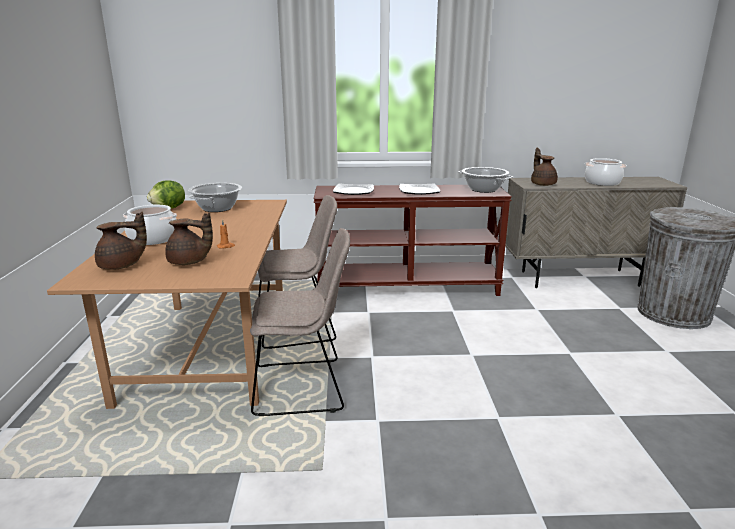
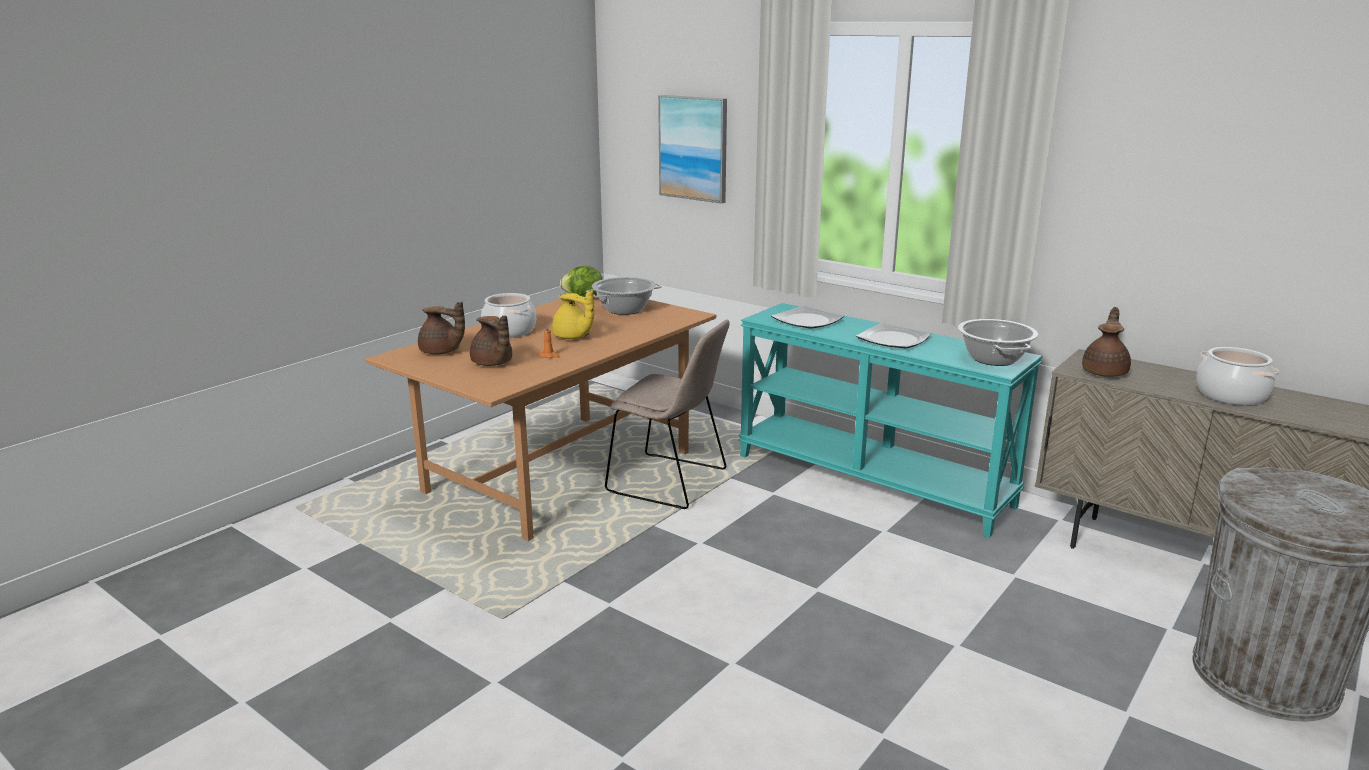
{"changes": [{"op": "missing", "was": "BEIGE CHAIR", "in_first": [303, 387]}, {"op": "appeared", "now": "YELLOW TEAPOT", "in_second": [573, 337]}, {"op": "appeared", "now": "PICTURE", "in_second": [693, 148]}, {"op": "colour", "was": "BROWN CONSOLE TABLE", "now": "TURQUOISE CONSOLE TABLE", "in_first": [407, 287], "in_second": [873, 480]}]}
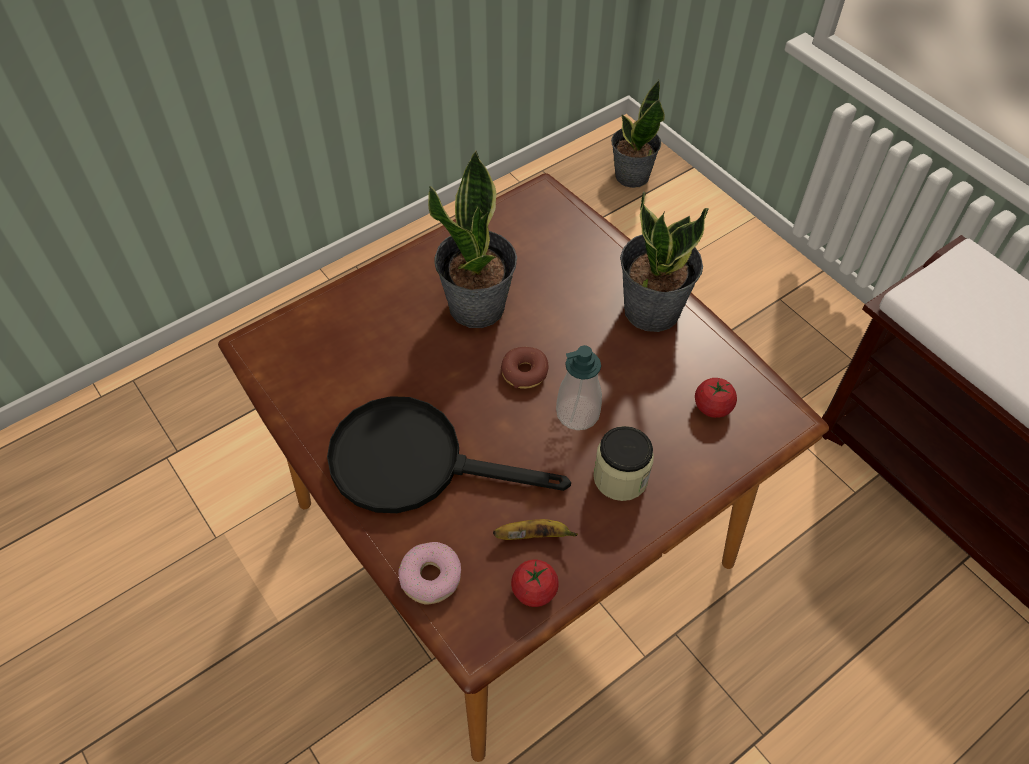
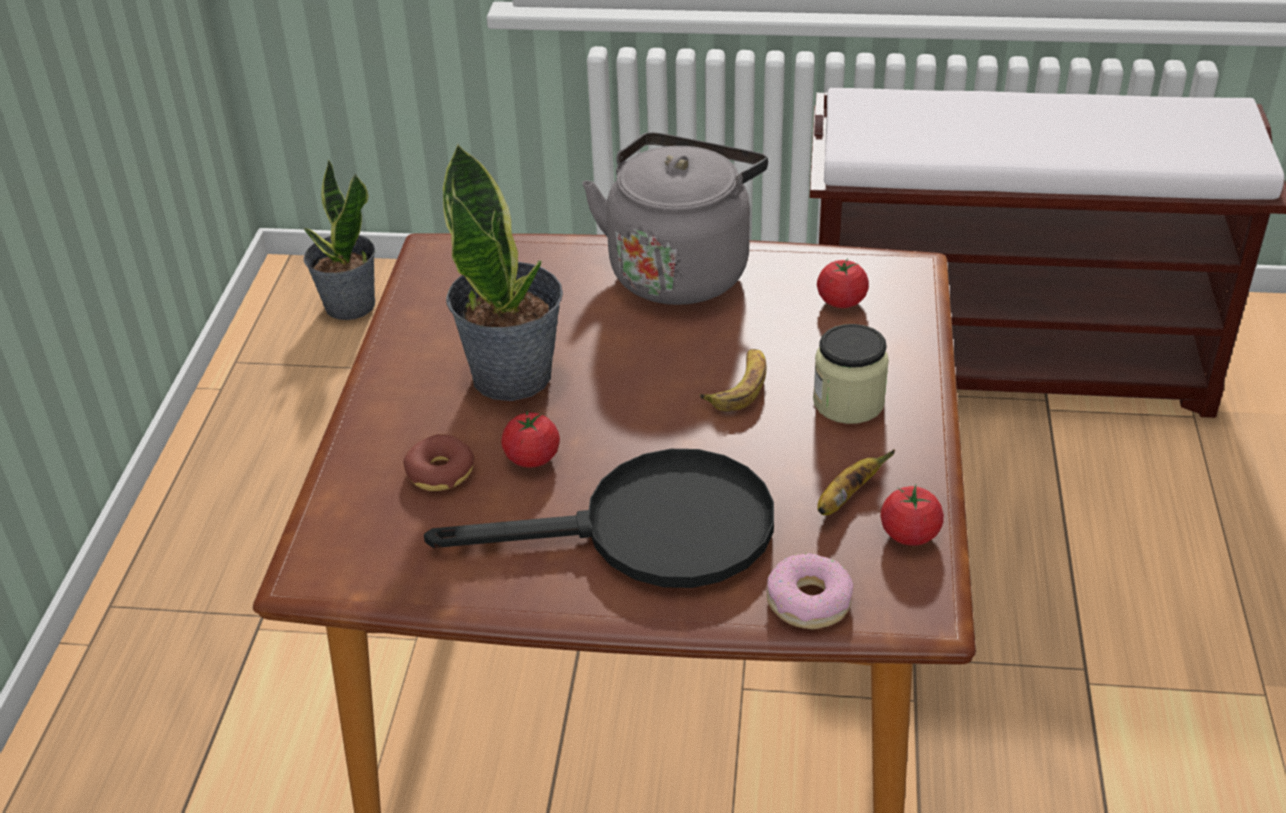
{"changes": [{"op": "appeared", "now": "TOMATO", "in_second": [532, 458]}, {"op": "relocated", "was": "DONUT", "in_first": [524, 372], "in_second": [440, 472]}, {"op": "exchanged", "was": "SOAP DISPENSER", "now": "BANANA", "in_first": [577, 413], "in_second": [739, 386]}, {"op": "exchanged", "was": "POTTED PLANT", "now": "GREY KETTLE", "in_first": [651, 309], "in_second": [681, 269]}, {"op": "spun", "was": "BLACK FRYING PAN", "in_first": [415, 462], "in_second": [651, 532], "clockwise": -150}]}
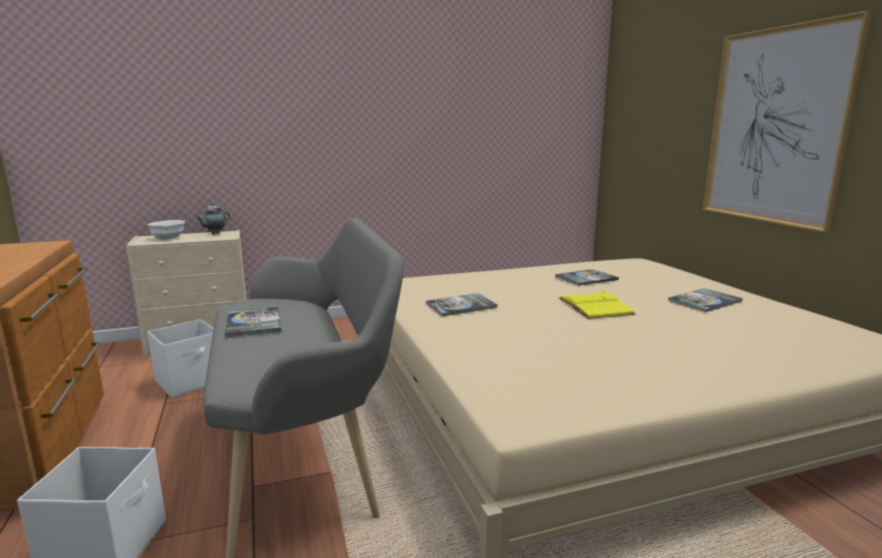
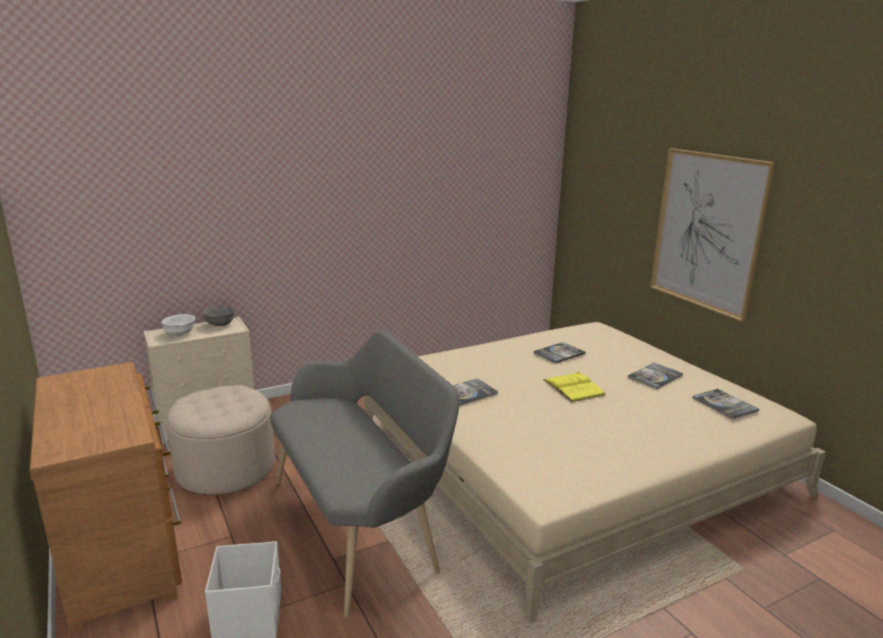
{"changes": [{"op": "relocated", "was": "BOOK", "in_first": [254, 323], "in_second": [724, 404]}, {"op": "exchanged", "was": "WHITE STORAGE BOX", "now": "BEIGE OTTOMAN", "in_first": [191, 381], "in_second": [226, 468]}, {"op": "exchanged", "was": "TEAPOT", "now": "GREY BOWL", "in_first": [214, 234], "in_second": [219, 324]}]}
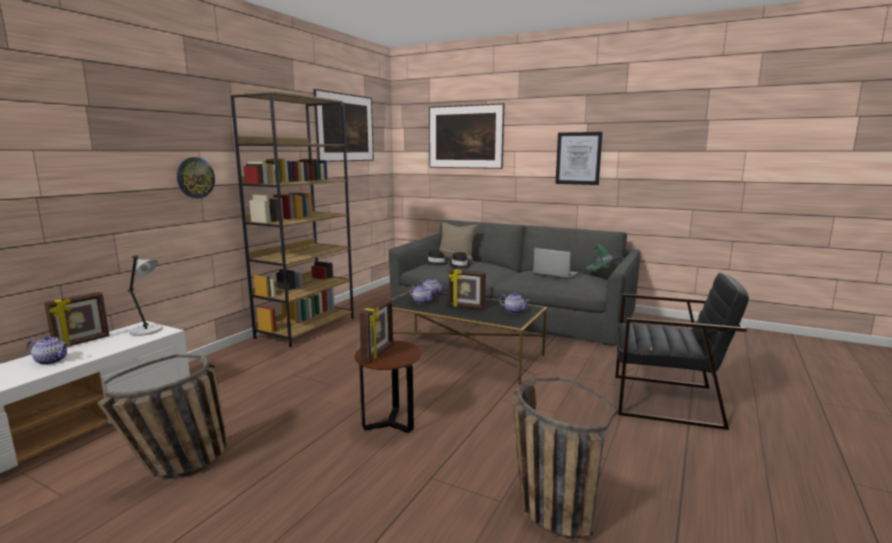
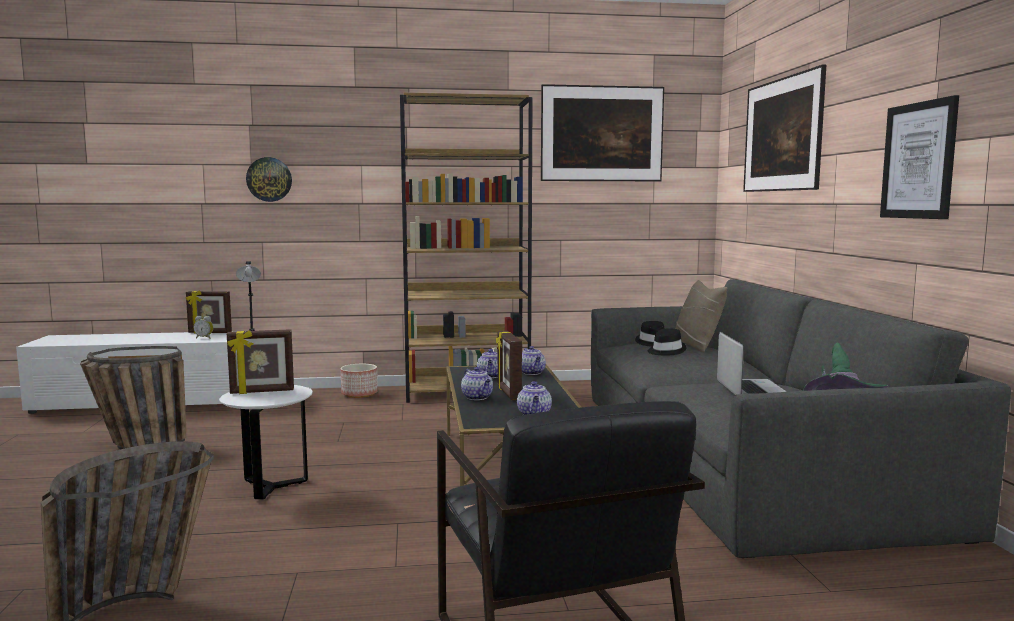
{"changes": [{"op": "appeared", "now": "ALARM CLOCK", "in_second": [204, 338]}, {"op": "appeared", "now": "PLANTER", "in_second": [360, 394]}, {"op": "relocated", "was": "TEAPOT", "in_first": [52, 361], "in_second": [477, 397]}, {"op": "relocated", "was": "WALL CLOCK", "in_first": [195, 177], "in_second": [269, 179]}, {"op": "colour", "was": "BROWN SIDE TABLE", "now": "WHITE SIDE TABLE", "in_first": [390, 424], "in_second": [271, 487]}]}
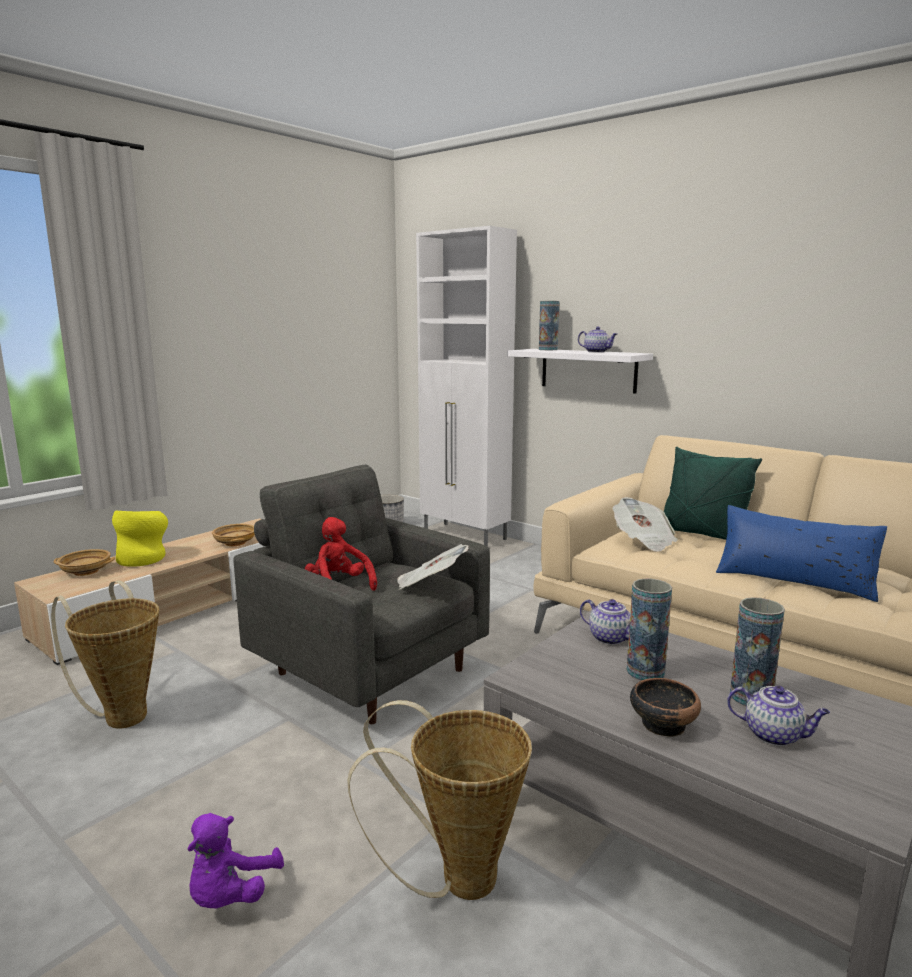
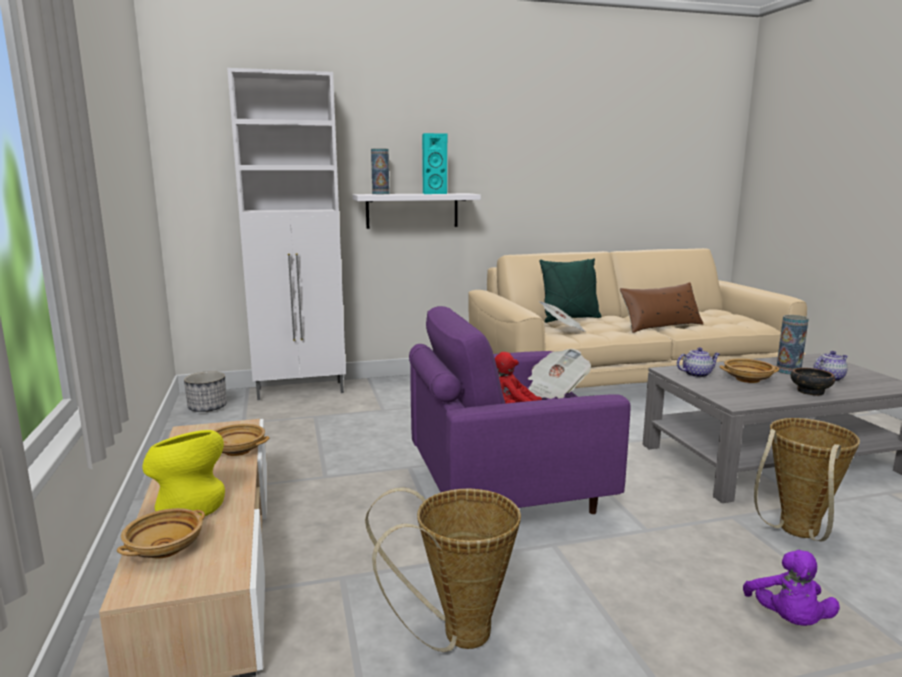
{"changes": [{"op": "exchanged", "was": "TEAPOT", "now": "TURQUOISE SPEAKER", "in_first": [597, 352], "in_second": [433, 193]}, {"op": "exchanged", "was": "VASE", "now": "BEIGE BOWL", "in_first": [645, 672], "in_second": [747, 379]}, {"op": "colour", "was": "GREY ARMCHAIR", "now": "PURPLE ARMCHAIR", "in_first": [368, 669], "in_second": [505, 493]}, {"op": "colour", "was": "BLUE PILLOW", "now": "BROWN PILLOW", "in_first": [794, 580], "in_second": [660, 326]}, {"op": "spun", "was": "PURPLE PLUSH TOY", "in_first": [230, 895], "in_second": [787, 620], "clockwise": 45}]}
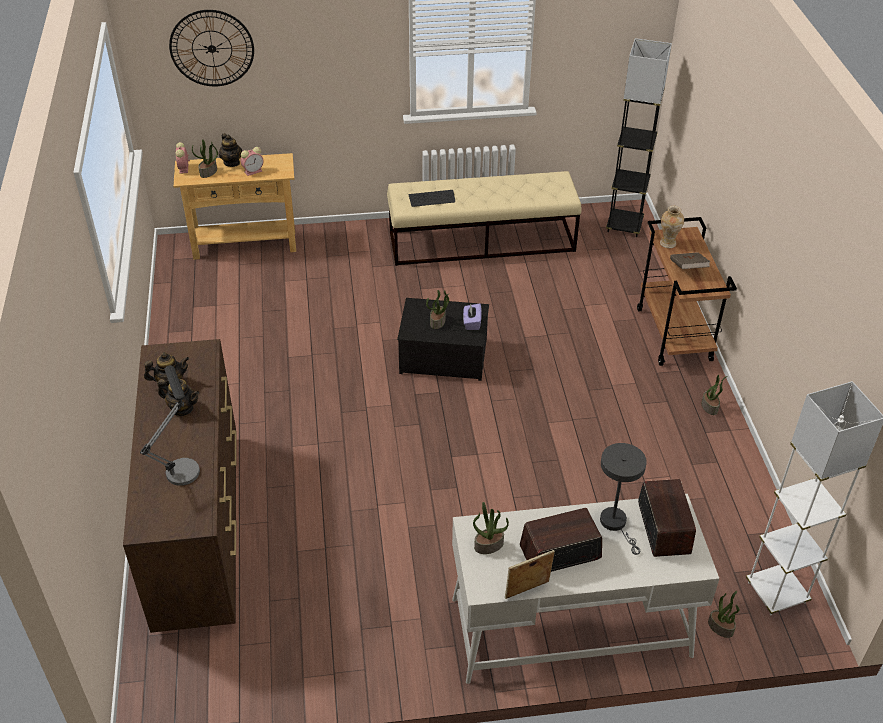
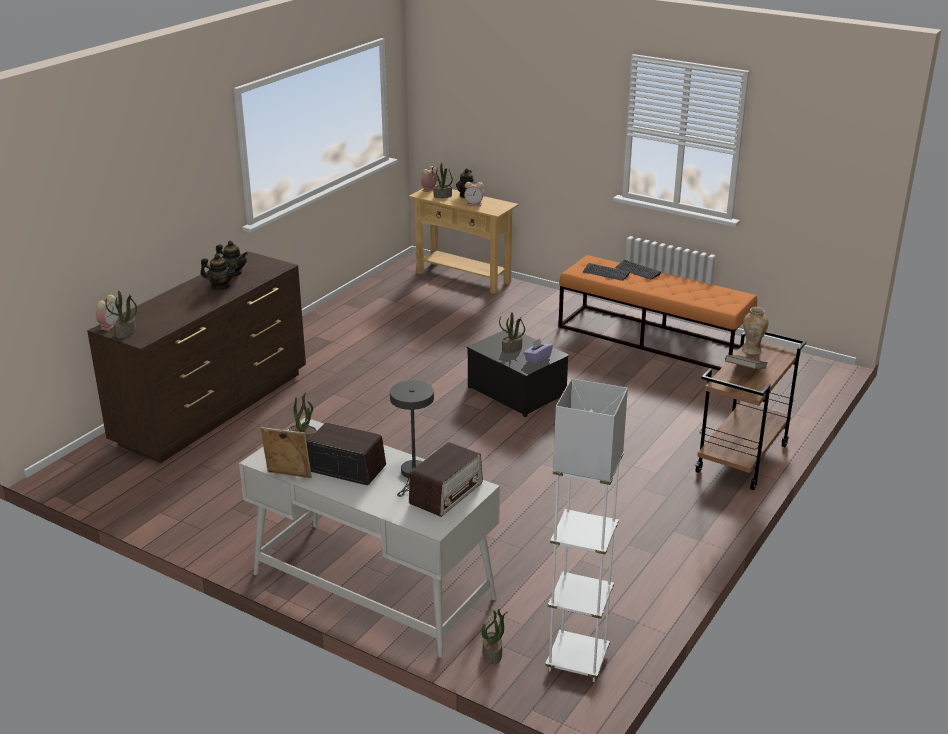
{"changes": [{"op": "missing", "was": "TABLE LAMP", "in_first": [182, 464]}, {"op": "missing", "was": "WALL CLOCK", "in_first": [212, 48]}, {"op": "missing", "was": "BLACK FLOOR LAMP", "in_first": [624, 226]}, {"op": "appeared", "now": "ALARM CLOCK", "in_second": [110, 325]}, {"op": "appeared", "now": "KEYBOARD", "in_second": [637, 271]}, {"op": "relocated", "was": "POTTED PLANT", "in_first": [710, 407], "in_second": [126, 333]}, {"op": "colour", "was": "BEIGE BENCH", "now": "ORANGE BENCH", "in_first": [482, 241], "in_second": [653, 338]}, {"op": "spun", "was": "TEAPOT", "in_first": [182, 408], "in_second": [220, 286], "clockwise": -45}]}
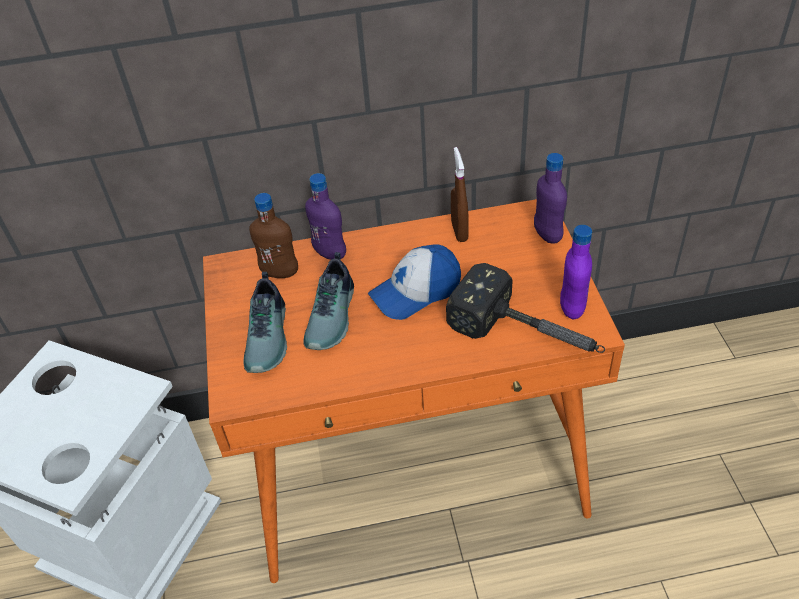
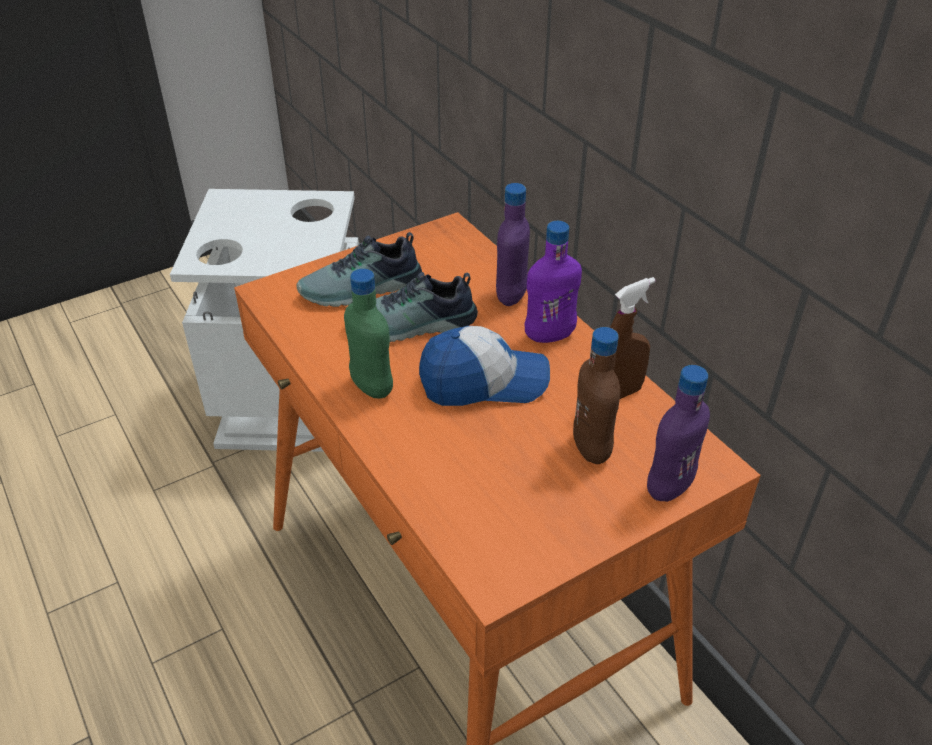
{"changes": [{"op": "missing", "was": "HAMMER", "in_first": [529, 334]}, {"op": "appeared", "now": "GREEN BOTTLE", "in_second": [371, 387]}, {"op": "relocated", "was": "BROWN BOTTLE", "in_first": [280, 273], "in_second": [591, 448]}, {"op": "relocated", "was": "PURPLE BOTTLE", "in_first": [572, 308], "in_second": [549, 335]}, {"op": "spun", "was": "CAP", "in_first": [416, 291], "in_second": [484, 382], "clockwise": 135}]}
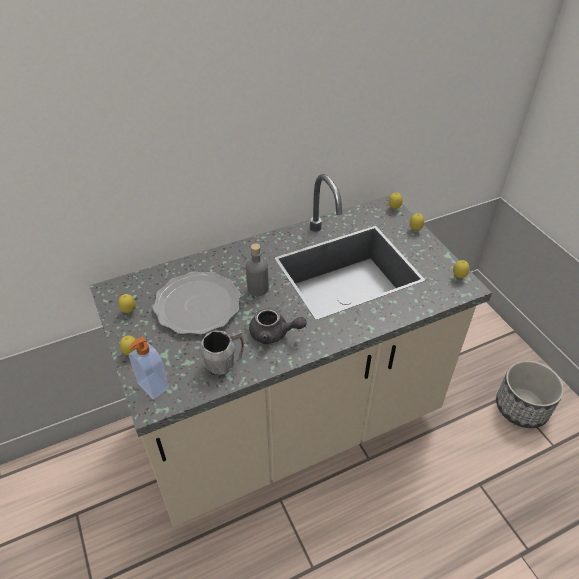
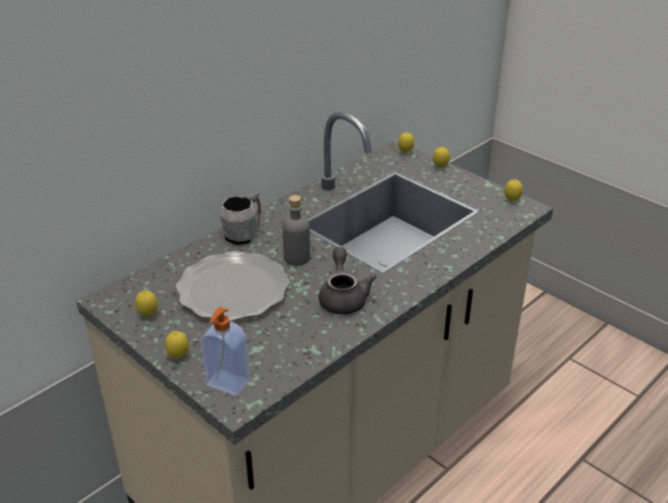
{"changes": [{"op": "missing", "was": "PLANTER", "in_first": [521, 407]}, {"op": "relocated", "was": "GREY MUG", "in_first": [224, 363], "in_second": [244, 234]}, {"op": "spun", "was": "GREY TEAPOT", "in_first": [274, 334], "in_second": [343, 297], "clockwise": -90}]}
